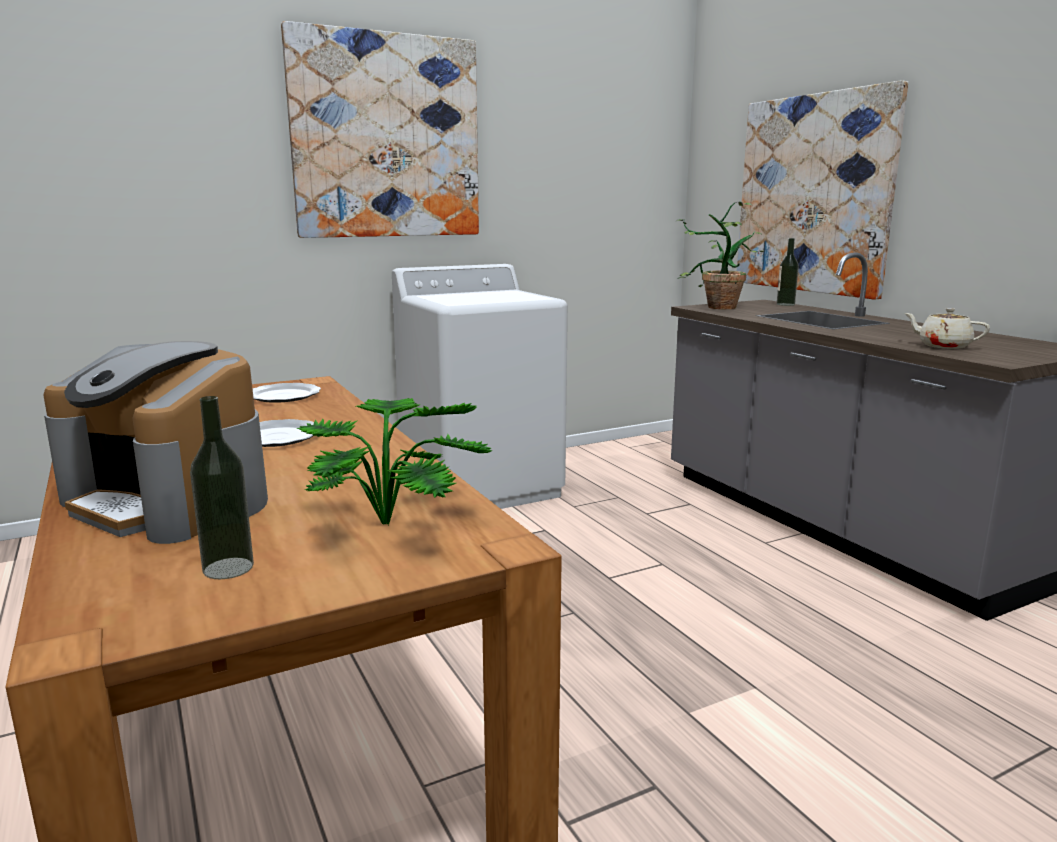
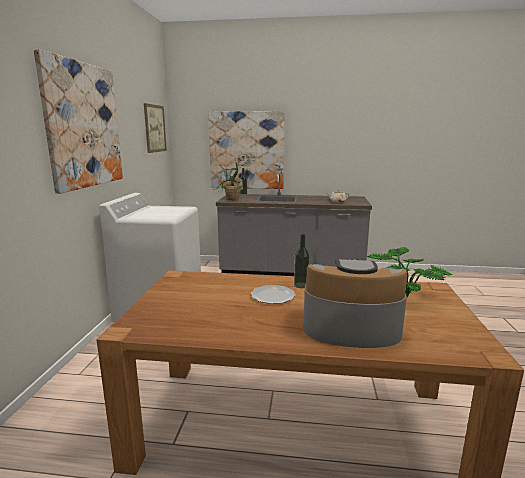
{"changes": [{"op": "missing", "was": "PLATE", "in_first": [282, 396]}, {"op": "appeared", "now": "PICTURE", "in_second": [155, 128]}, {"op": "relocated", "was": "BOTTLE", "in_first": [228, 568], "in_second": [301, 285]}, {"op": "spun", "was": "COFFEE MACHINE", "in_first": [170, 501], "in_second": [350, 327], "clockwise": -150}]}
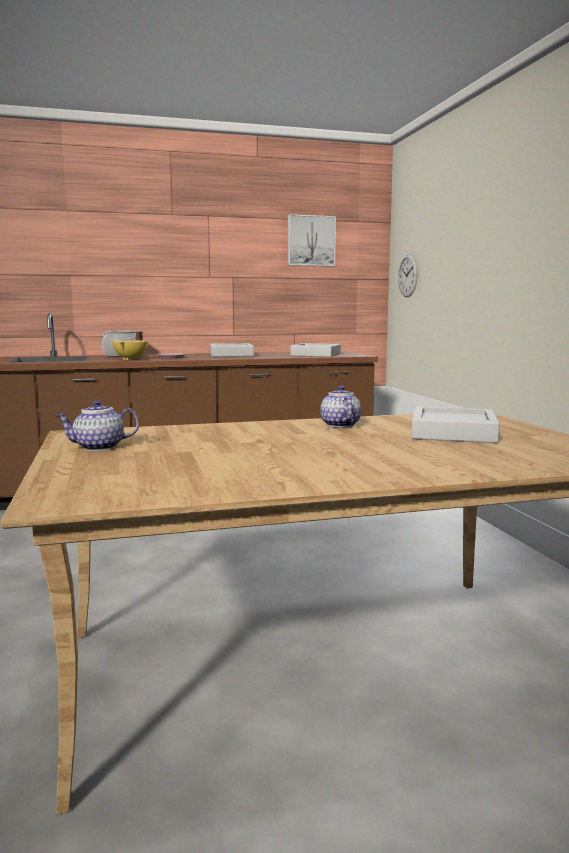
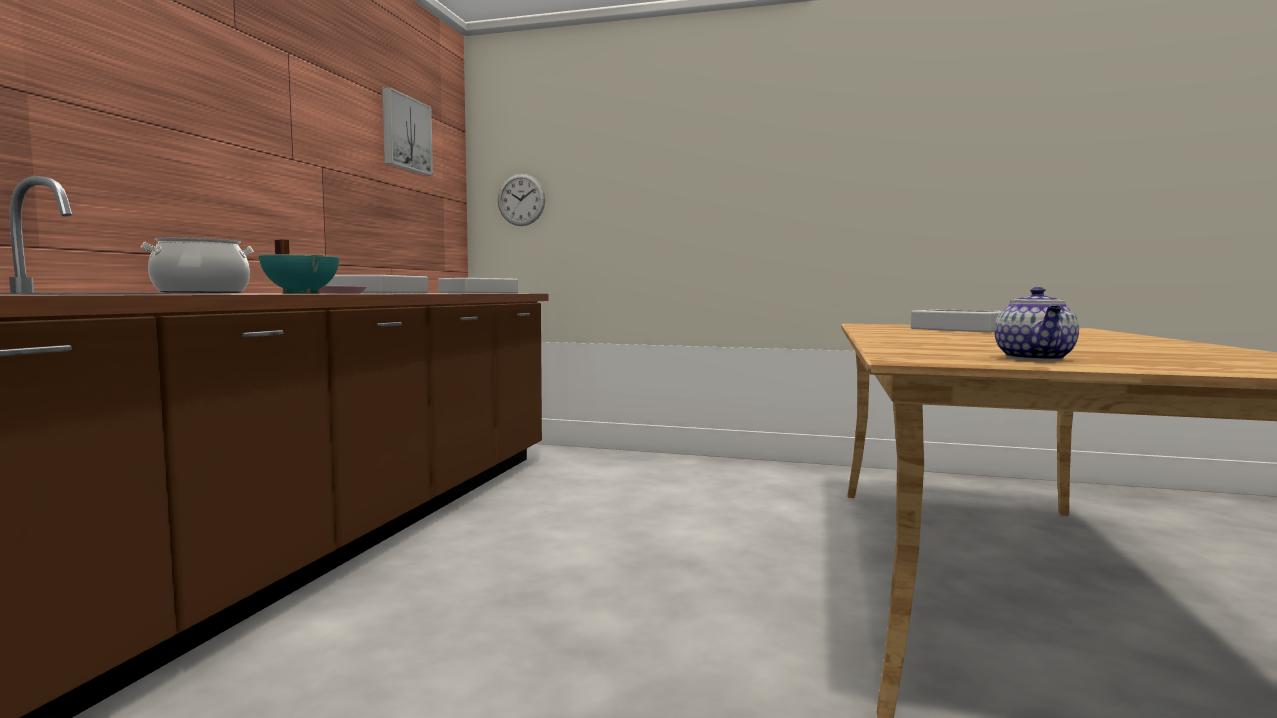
{"changes": [{"op": "missing", "was": "TEAPOT", "in_first": [339, 425]}, {"op": "colour", "was": "YELLOW COOKING POT", "now": "TURQUOISE COOKING POT", "in_first": [131, 359], "in_second": [302, 293]}]}
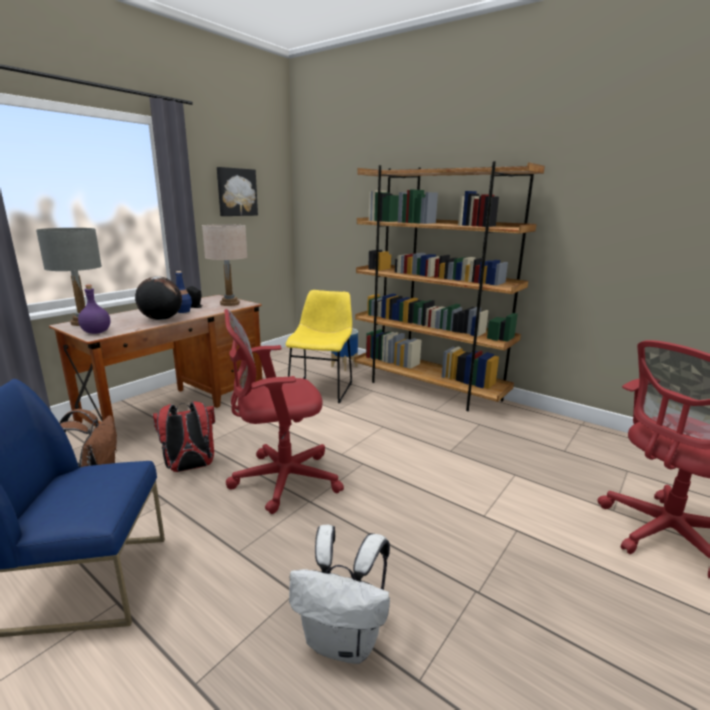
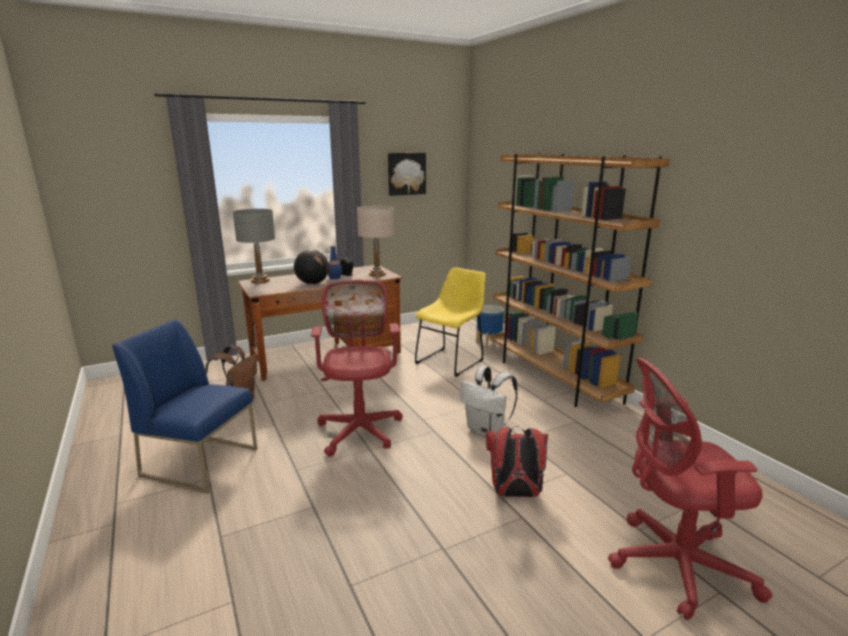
{"changes": [{"op": "missing", "was": "PURPLE BOTTLE", "in_first": [97, 332]}, {"op": "relocated", "was": "RED BACKPACK", "in_first": [190, 467], "in_second": [514, 494]}, {"op": "relocated", "was": "WHITE BACKPACK", "in_first": [343, 640], "in_second": [487, 430]}, {"op": "spun", "was": "RED OFFICE CHAIR", "in_first": [280, 480], "in_second": [360, 428], "clockwise": 75}]}
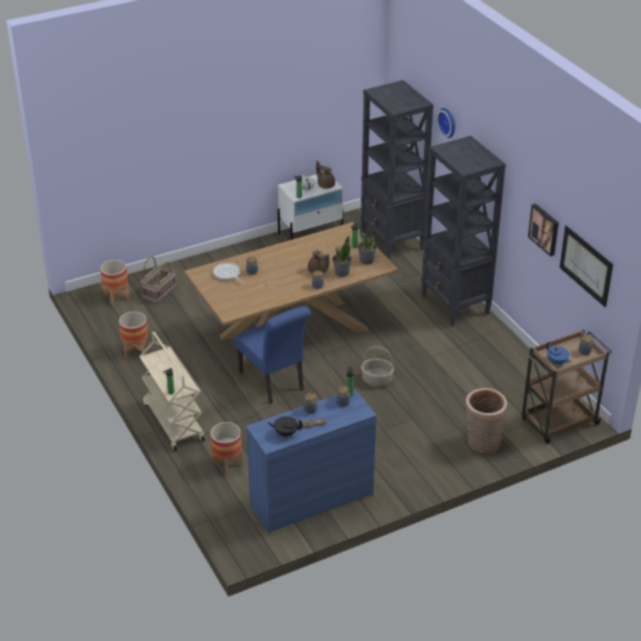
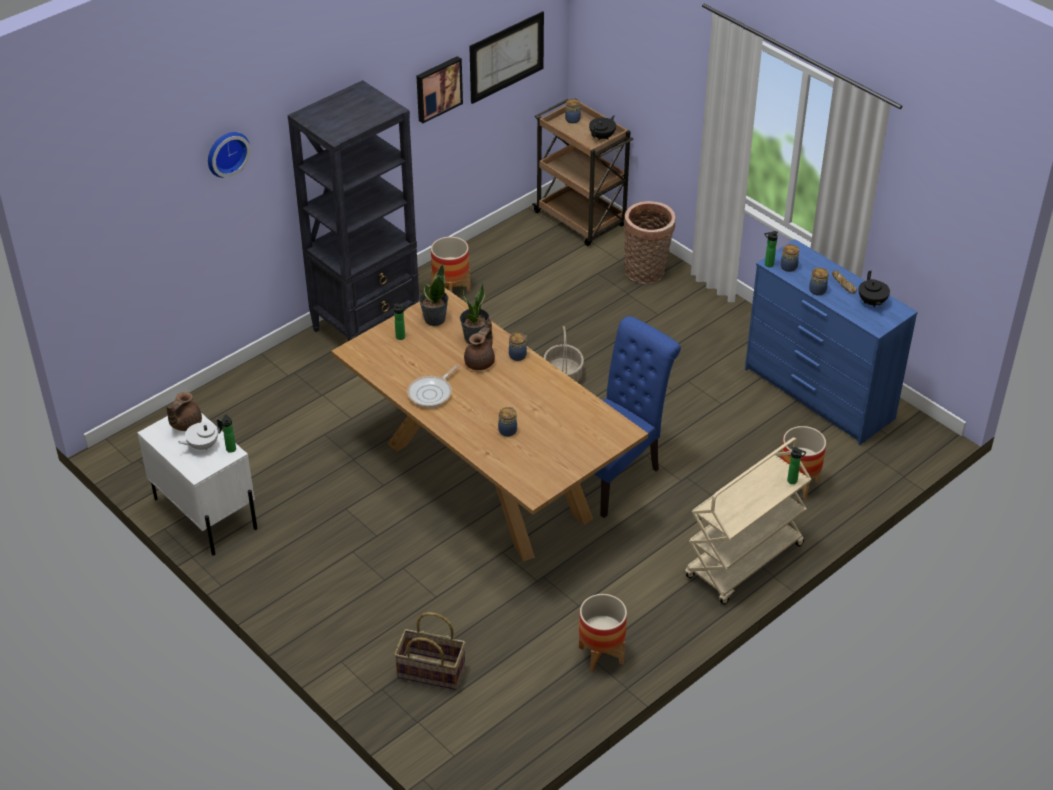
{"changes": [{"op": "missing", "was": "BLACK BOOKCASE", "in_first": [392, 242]}, {"op": "relocated", "was": "PLANTER", "in_first": [116, 297], "in_second": [451, 290]}, {"op": "relocated", "was": "FRYING PAN", "in_first": [227, 274], "in_second": [432, 393]}, {"op": "colour", "was": "BLUE TEAPOT", "now": "BLACK TEAPOT", "in_first": [557, 362], "in_second": [602, 137]}]}
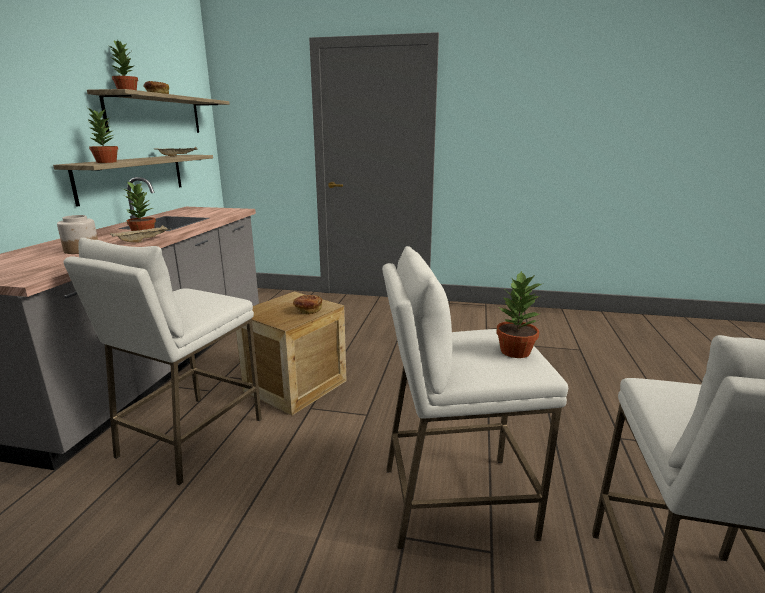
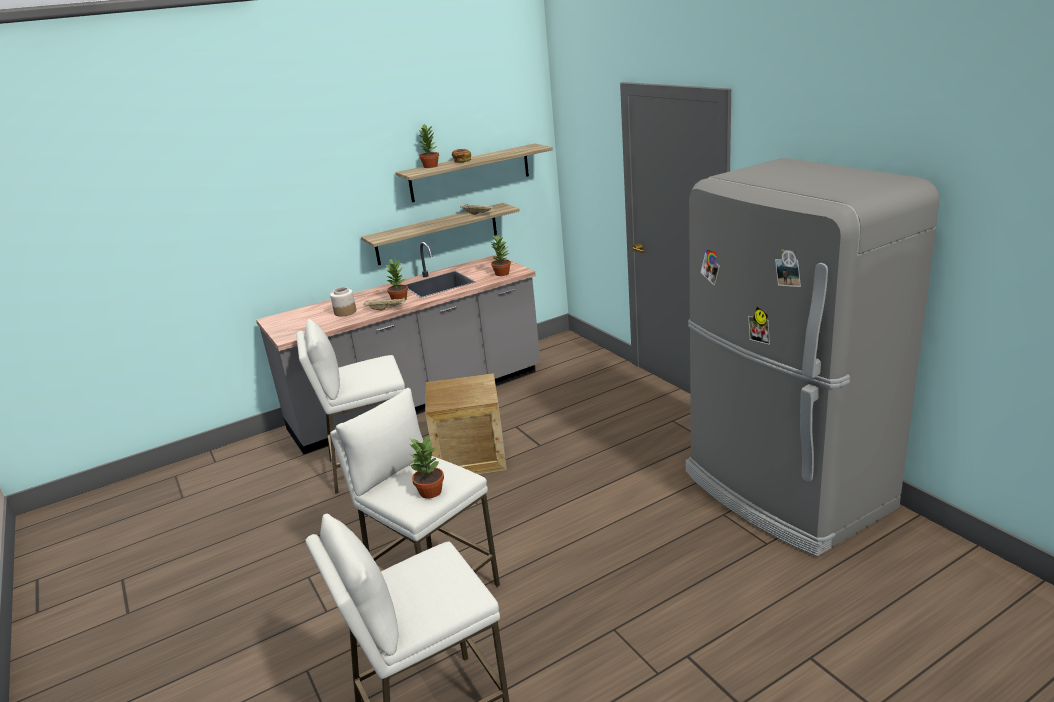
{"changes": [{"op": "missing", "was": "BREAD", "in_first": [308, 310]}, {"op": "appeared", "now": "GREY FRIDGE", "in_second": [784, 492]}, {"op": "relocated", "was": "POTTED PLANT", "in_first": [106, 162], "in_second": [502, 273]}]}
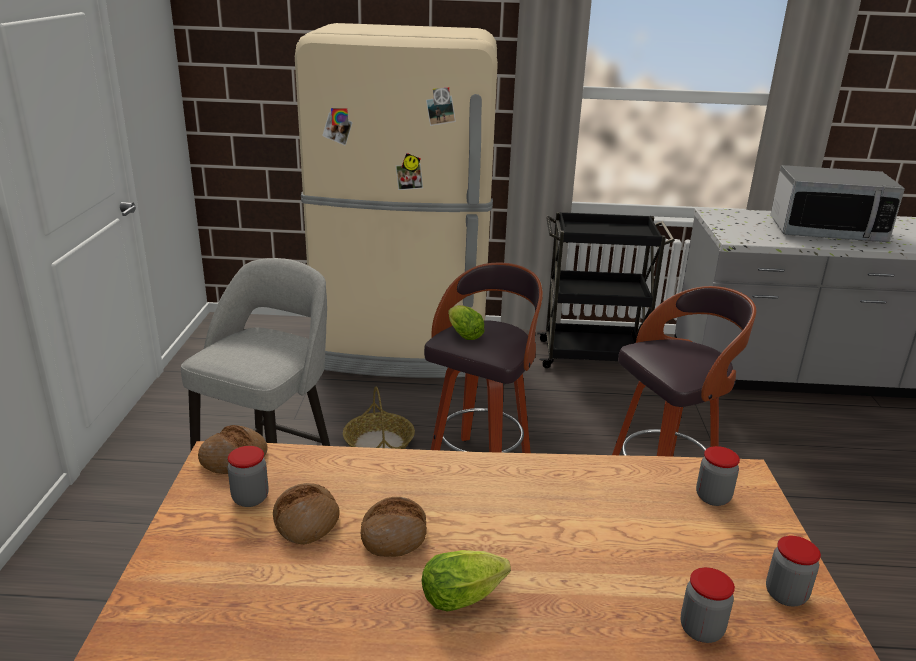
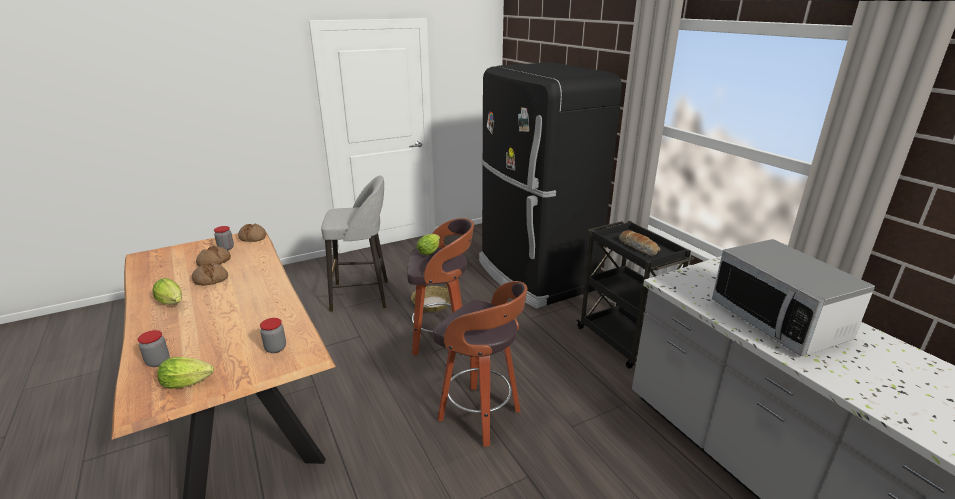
{"changes": [{"op": "appeared", "now": "BREAD", "in_second": [639, 247]}, {"op": "exchanged", "was": "JAR", "now": "LETTUCE", "in_first": [785, 594], "in_second": [190, 383]}, {"op": "colour", "was": "BEIGE FRIDGE", "now": "BLACK FRIDGE", "in_first": [402, 348], "in_second": [534, 276]}]}
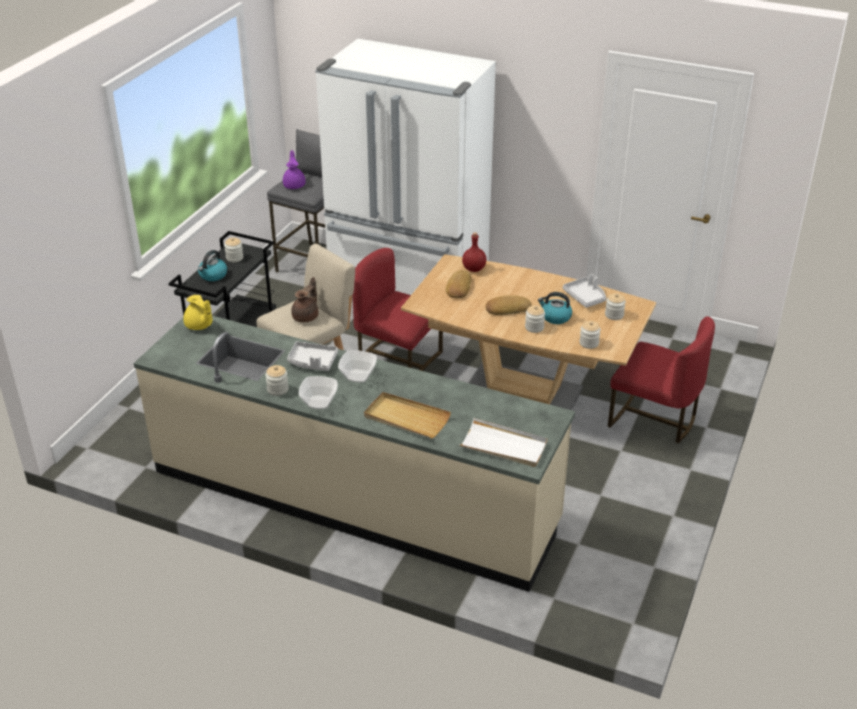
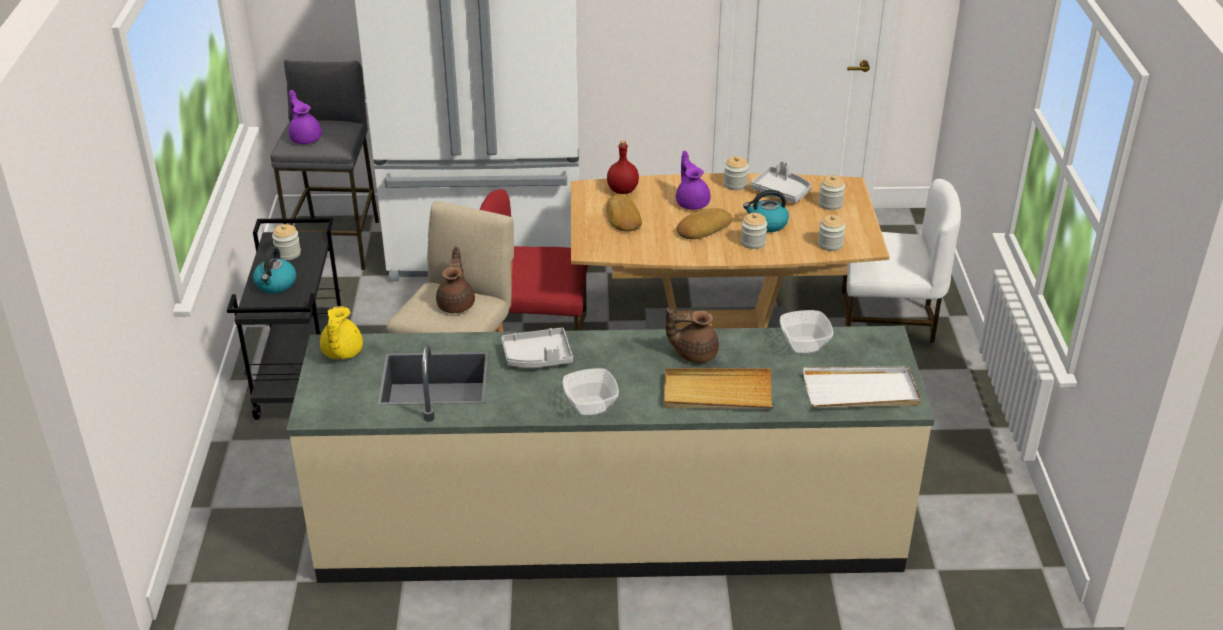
{"changes": [{"op": "appeared", "now": "BROWN TEAPOT", "in_second": [694, 353]}, {"op": "appeared", "now": "PURPLE TEAPOT", "in_second": [692, 202]}, {"op": "relocated", "was": "JAR", "in_first": [277, 389], "in_second": [735, 184]}, {"op": "relocated", "was": "BOWL", "in_first": [358, 376], "in_second": [804, 345]}, {"op": "colour", "was": "RED CHAIR", "now": "WHITE CHAIR", "in_first": [654, 419], "in_second": [887, 323]}, {"op": "spun", "was": "YELLOW TEAPOT", "in_first": [199, 326], "in_second": [341, 353], "clockwise": 75}]}
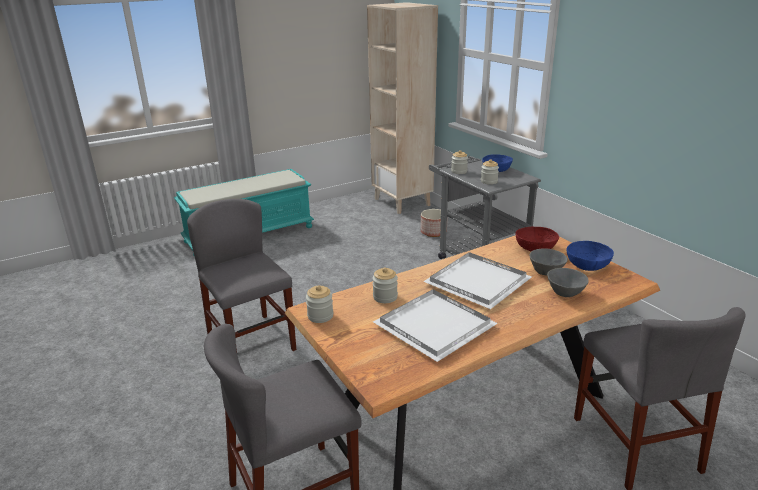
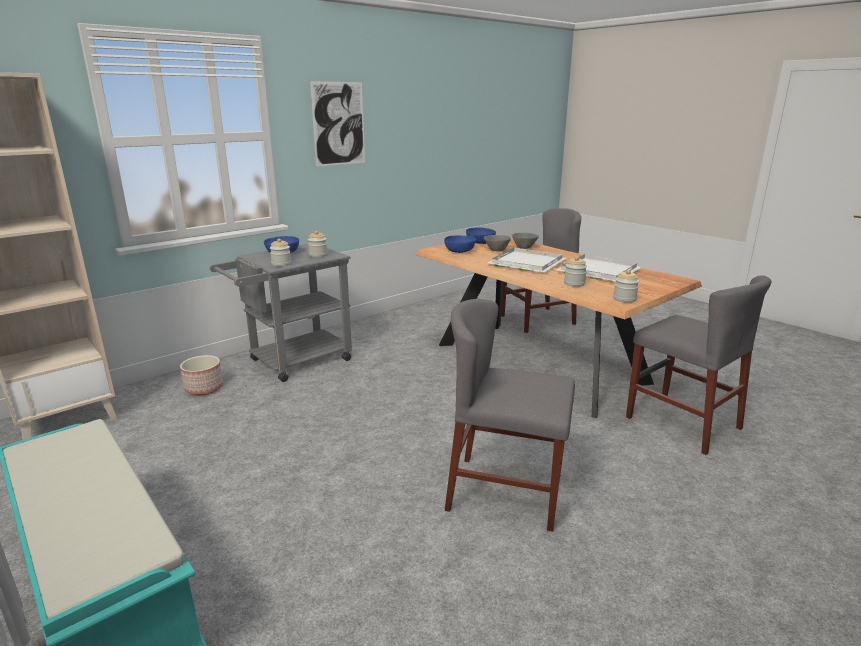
{"changes": [{"op": "appeared", "now": "PICTURE", "in_second": [339, 124]}, {"op": "colour", "was": "RED BOWL", "now": "BLUE BOWL", "in_first": [535, 248], "in_second": [459, 251]}, {"op": "spun", "was": "GREY CHAIR", "in_first": [251, 343], "in_second": [505, 492], "clockwise": 60}]}
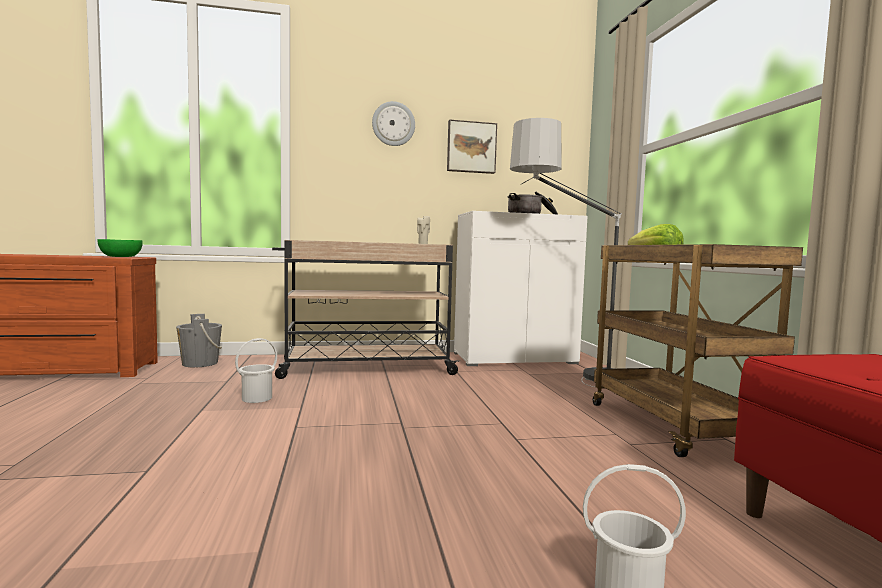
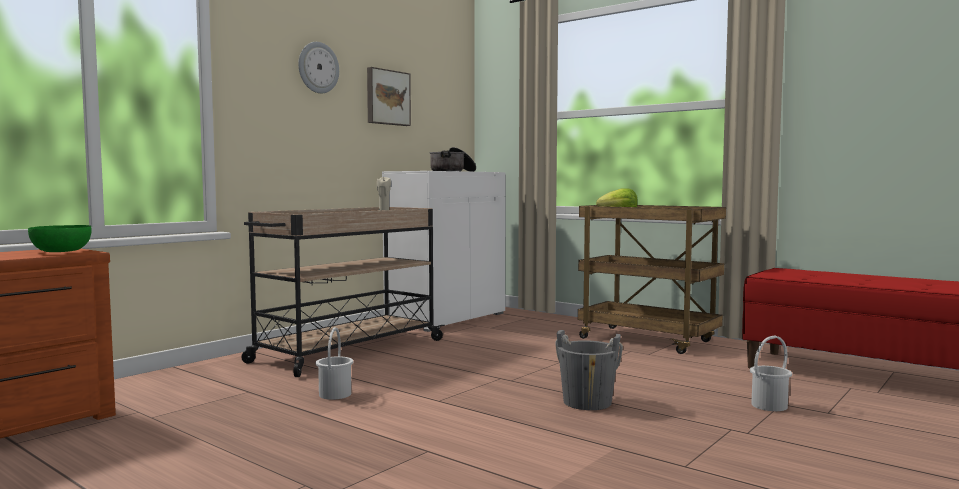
{"changes": [{"op": "missing", "was": "FLOOR LAMP", "in_first": [568, 378]}, {"op": "relocated", "was": "GREY BUCKET", "in_first": [200, 363], "in_second": [587, 402]}]}
